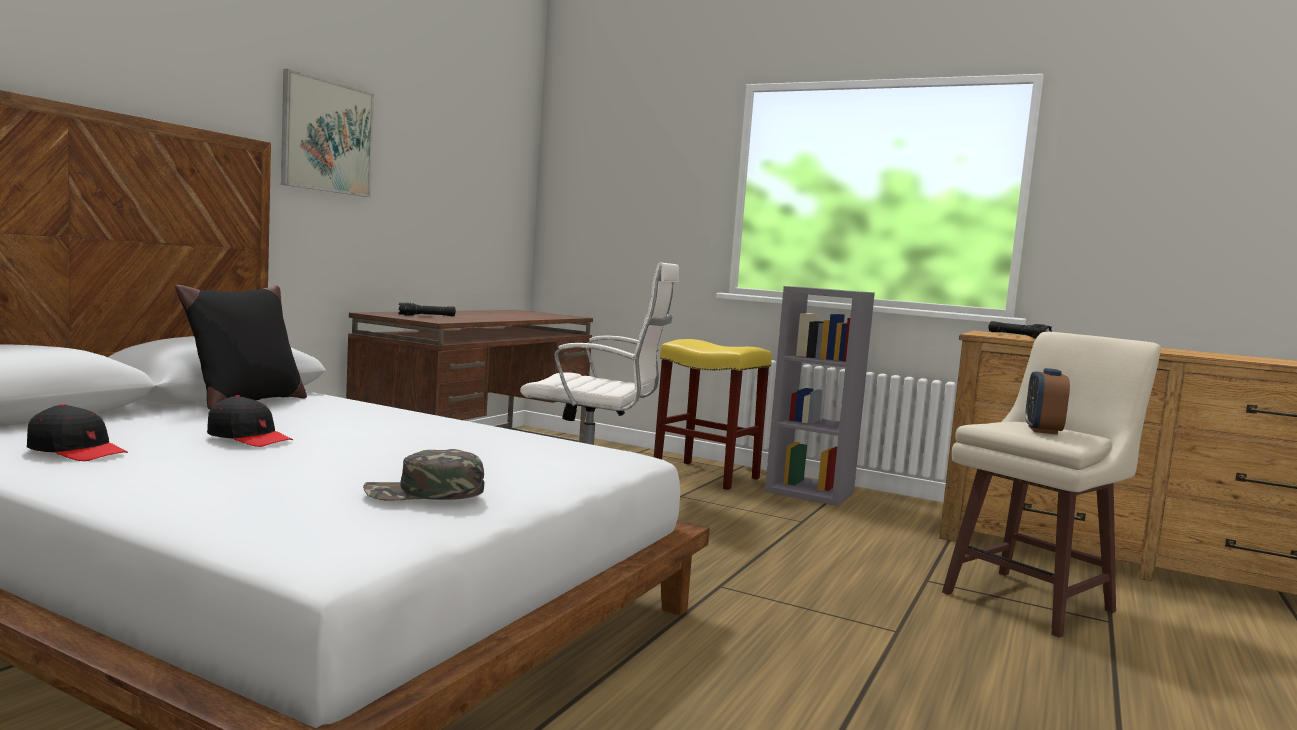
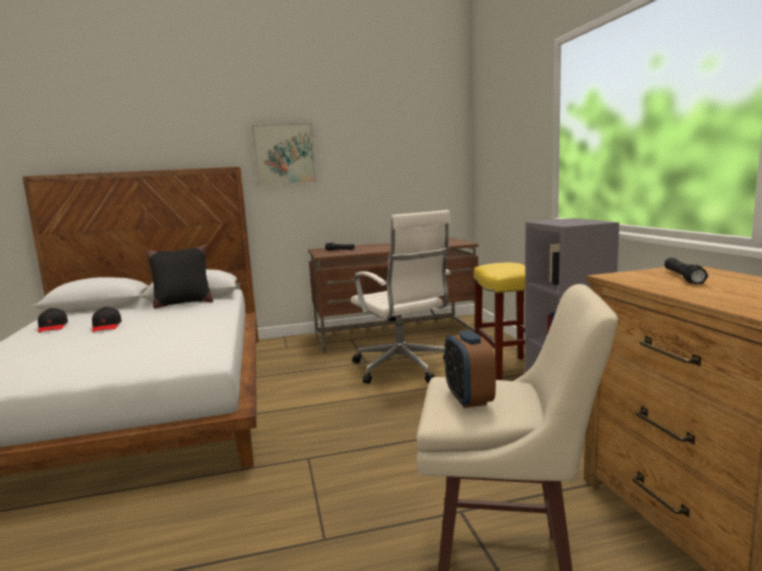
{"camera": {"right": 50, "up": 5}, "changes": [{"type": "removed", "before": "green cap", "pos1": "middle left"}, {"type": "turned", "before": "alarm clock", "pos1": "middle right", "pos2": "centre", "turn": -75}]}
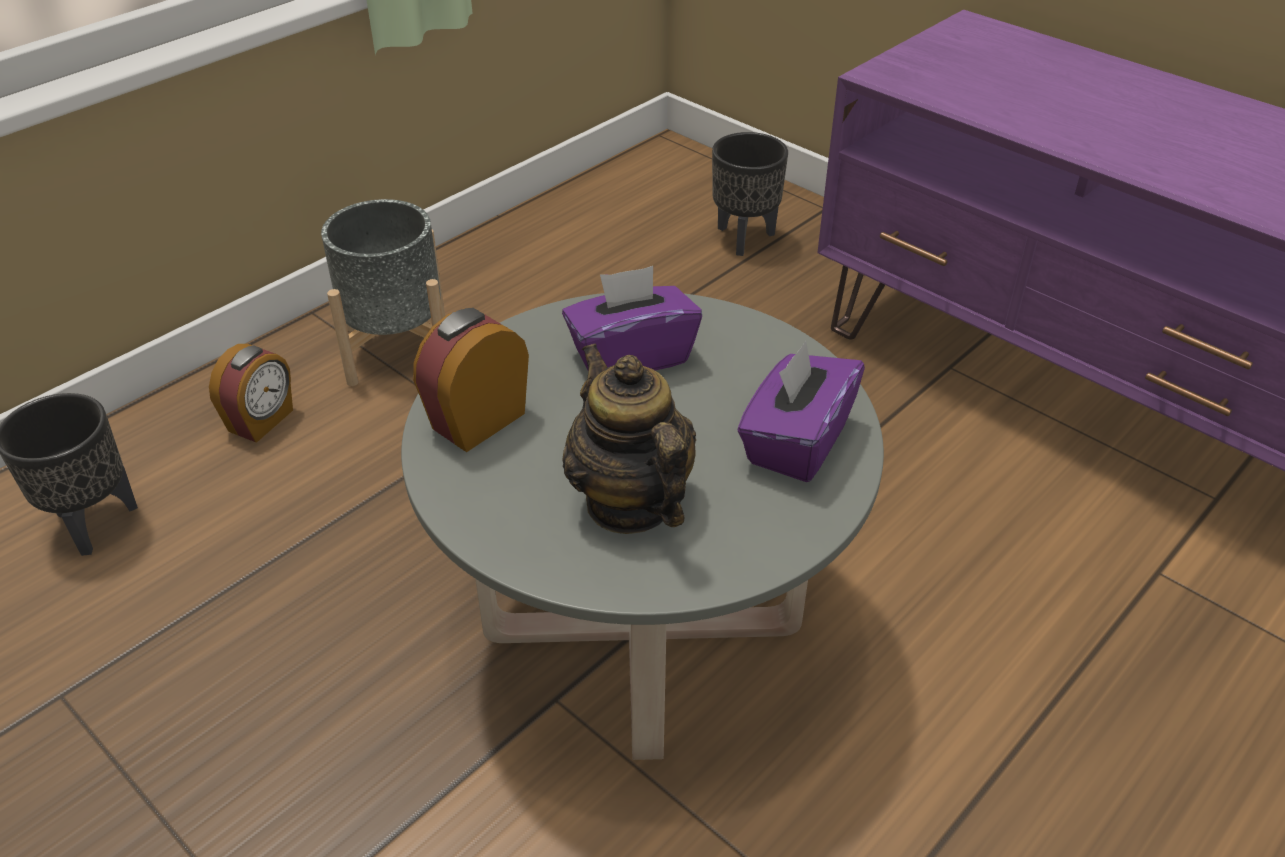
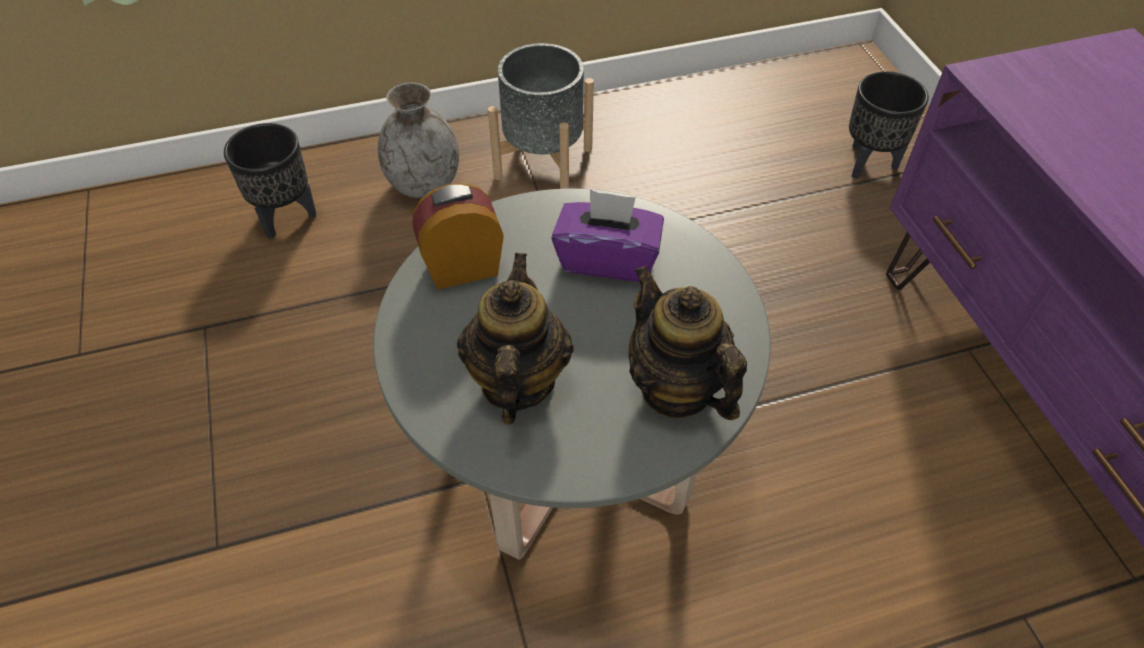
{"camera": {"right": 30, "up": 10}, "changes": [{"type": "replaced", "before": "alarm clock (1st from left)", "after": "gray decorative vase", "pos1": "middle left", "pos2": "top centre"}, {"type": "replaced", "before": "purple tissue holder (2nd from left)", "after": "teapot (2nd from left)", "pos1": "centre", "pos2": "centre"}]}
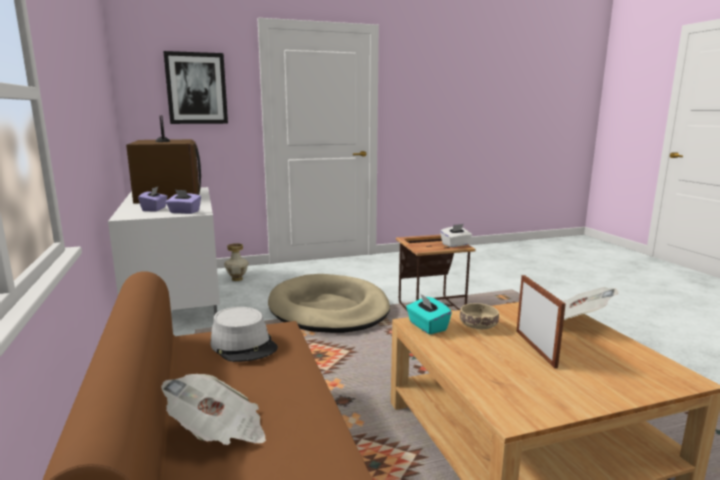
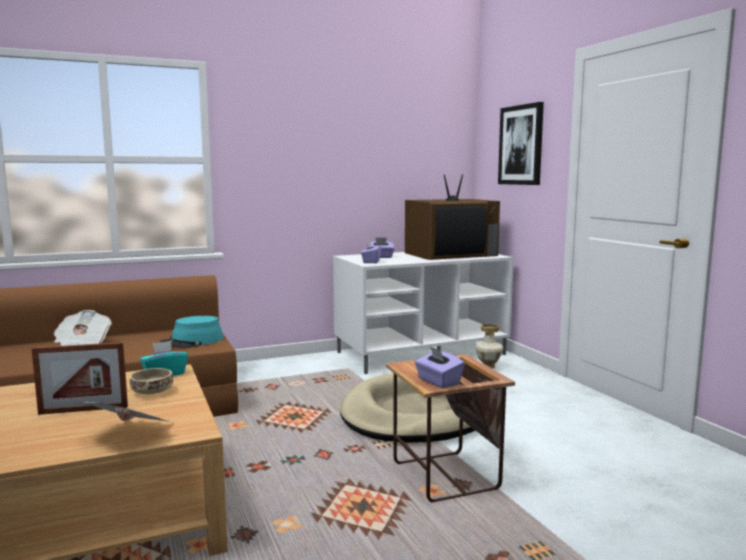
{"camera": {"right": 85, "up": -5}, "changes": [{"type": "recoloured", "before": "gray wearable hat", "after": "blue-green wearable hat", "pos1": "bottom centre", "pos2": "middle left"}, {"type": "recoloured", "before": "white tissue holder", "after": "purple tissue holder (3rd from left)", "pos1": "centre", "pos2": "centre"}]}
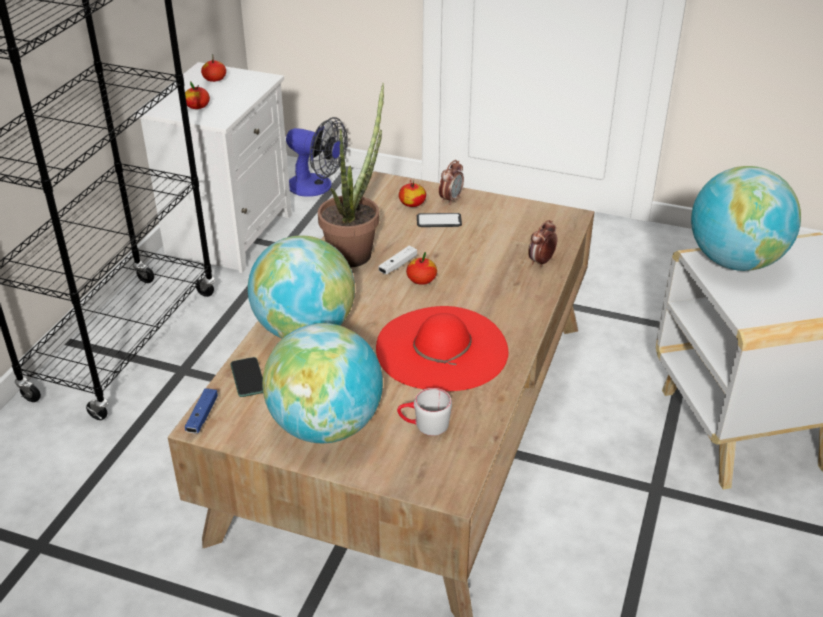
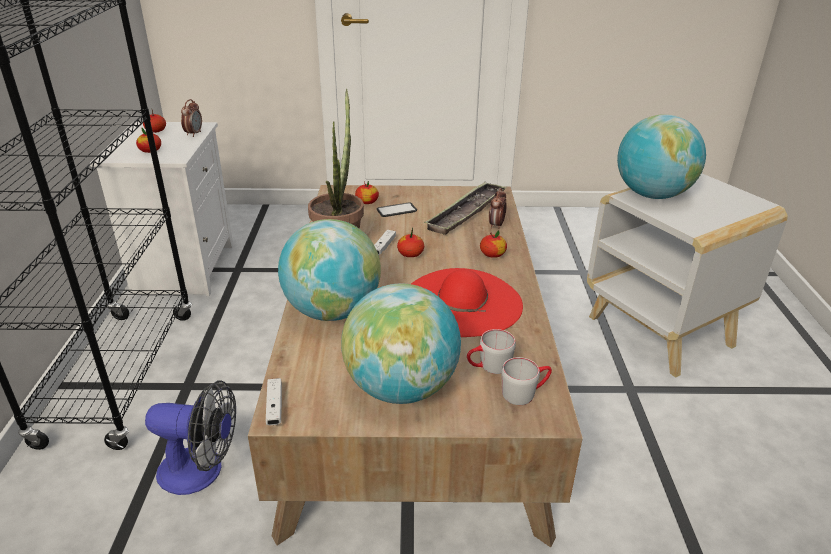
{"camera": {"right": -20, "up": -5}, "changes": [{"type": "recoloured", "before": "blue joypad", "after": "white joypad (1st from left)", "pos1": "middle left", "pos2": "bottom left"}, {"type": "removed", "before": "handset (1st from left)", "pos1": "middle left"}, {"type": "moved", "before": "electric fan", "pos1": "top centre", "pos2": "bottom left"}, {"type": "moved", "before": "alarm clock (1st from left)", "pos1": "top centre", "pos2": "top left"}, {"type": "added", "after": "serving tray", "pos2": "centre"}, {"type": "added", "after": "apple (5th from left)", "pos2": "centre"}, {"type": "added", "after": "gray mug (2nd from left)", "pos2": "bottom centre"}]}
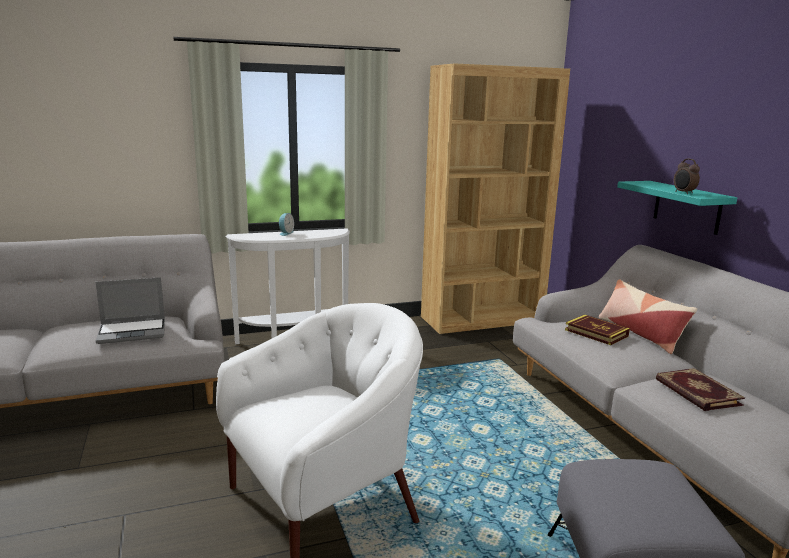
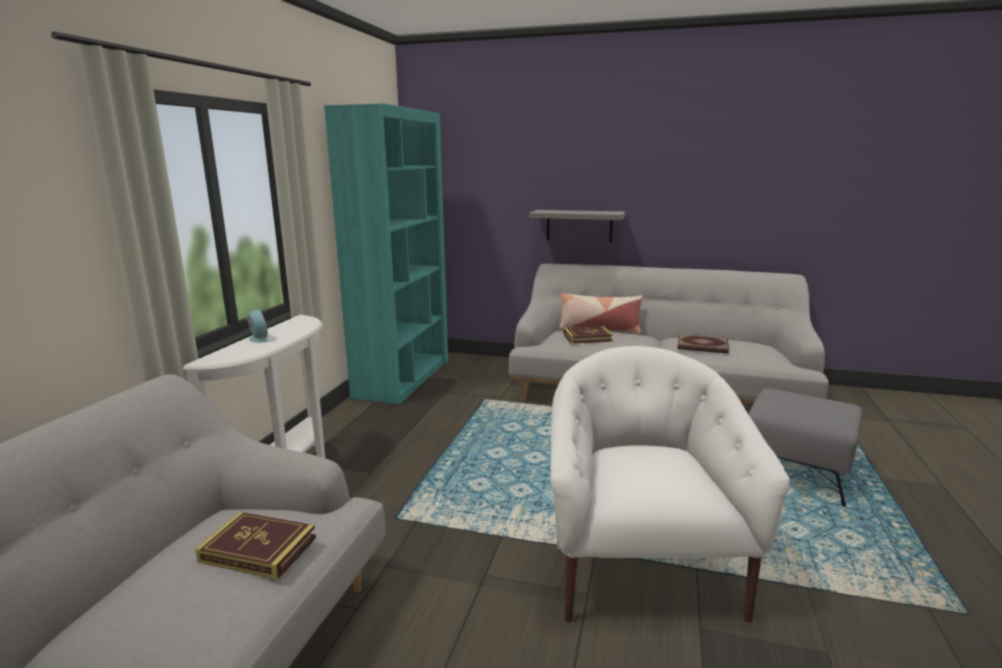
{"camera": {"right": -55, "up": 0}, "changes": [{"type": "replaced", "before": "notebook computer", "after": "volume (1st from left)", "pos1": "middle left", "pos2": "bottom left"}, {"type": "recoloured", "before": "brown bookshelf", "after": "blue-green bookshelf", "pos1": "centre", "pos2": "centre"}, {"type": "recoloured", "before": "blue-green shelf", "after": "gray shelf", "pos1": "middle right", "pos2": "centre"}, {"type": "removed", "before": "alarm clock (2nd from left)", "pos1": "top right"}]}
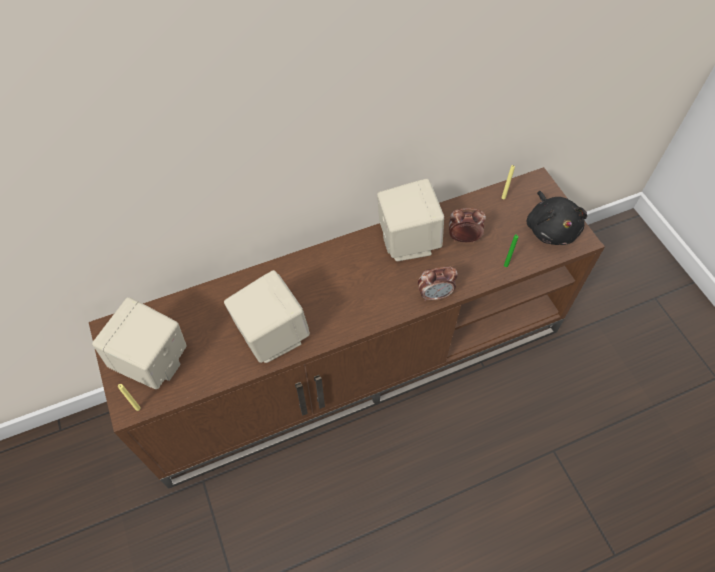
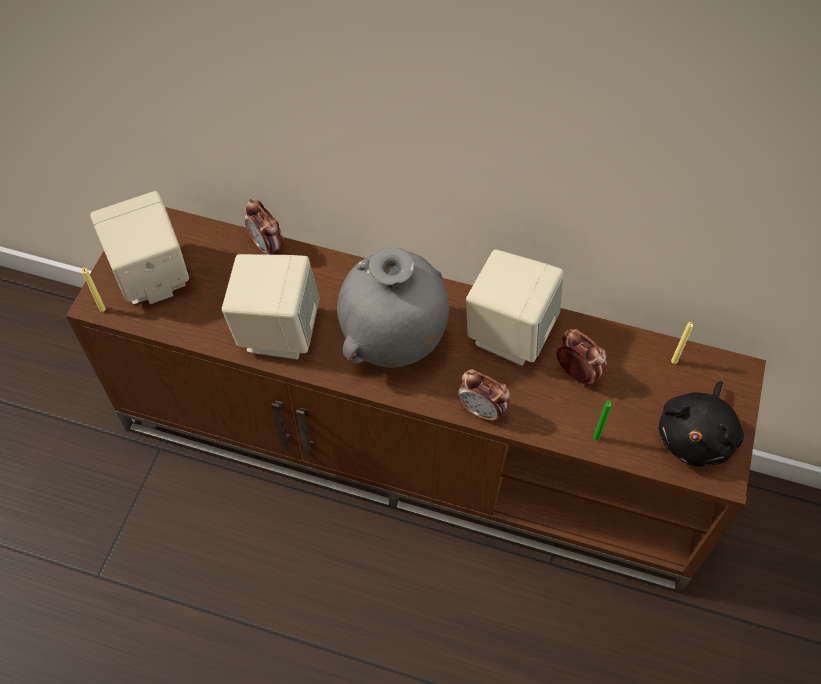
{"camera": {"right": 40, "up": 0}, "changes": [{"type": "added", "after": "alarm clock (1st from left)", "pos2": "top left"}, {"type": "added", "after": "gray decorative vase", "pos2": "centre"}]}
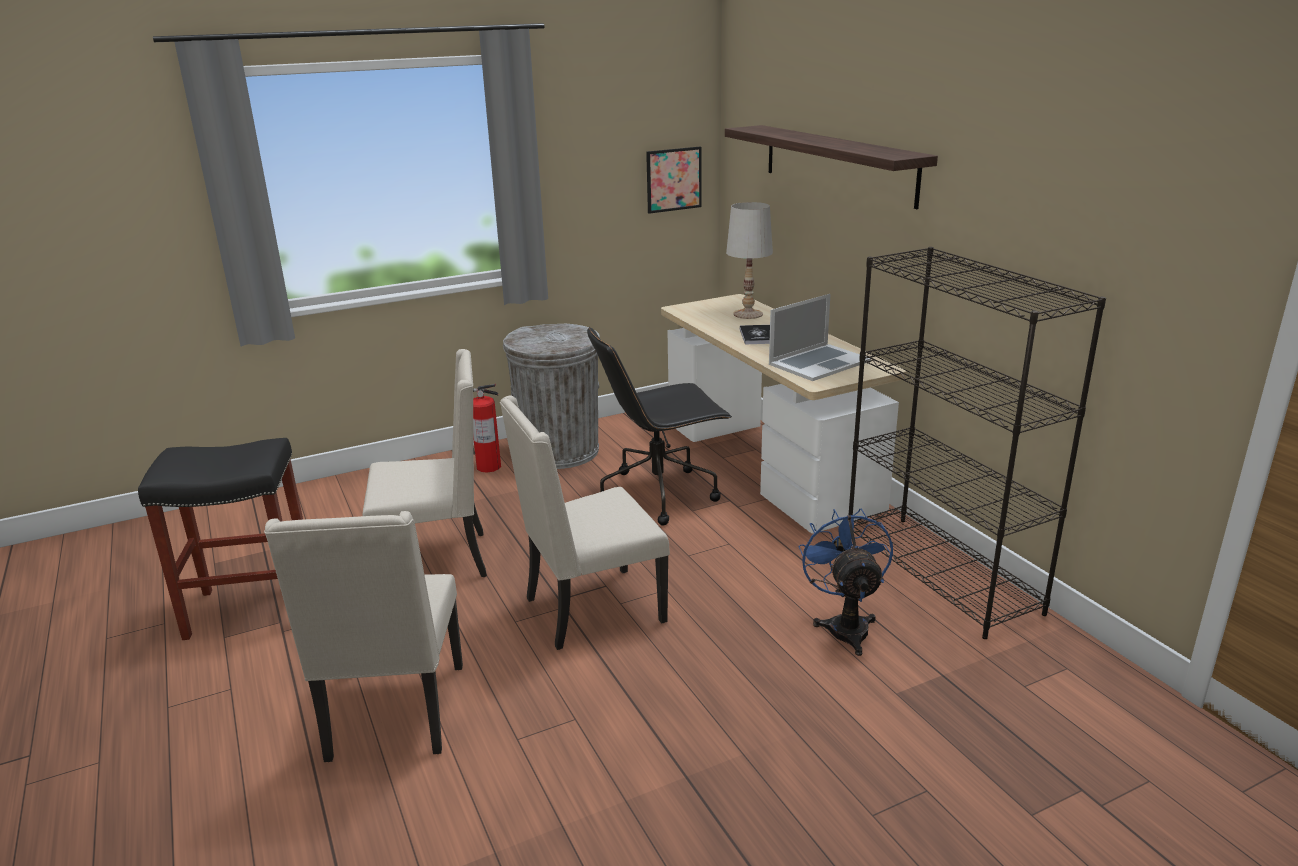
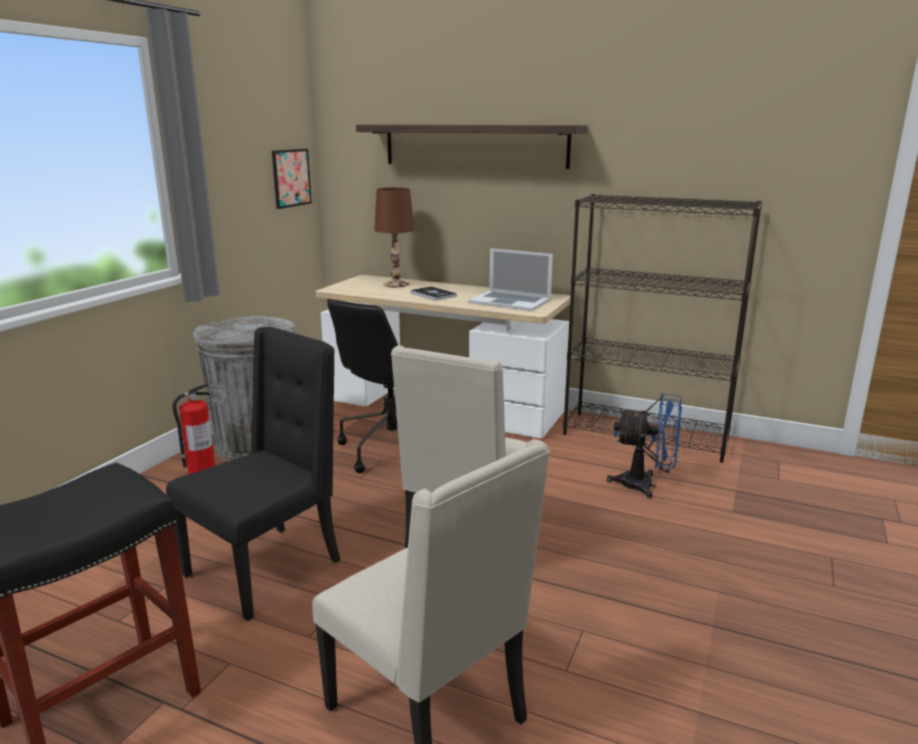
{"camera": {"right": -40, "up": -5}, "changes": [{"type": "recoloured", "before": "beige chair (2nd from left)", "after": "black-coloured chair", "pos1": "middle left", "pos2": "middle left"}, {"type": "recoloured", "before": "white table lamp", "after": "brown table lamp", "pos1": "top centre", "pos2": "top centre"}, {"type": "turned", "before": "notebook computer", "pos1": "centre", "pos2": "centre", "turn": 105}, {"type": "turned", "before": "blue electric fan", "pos1": "bottom centre", "pos2": "middle right", "turn": 150}]}
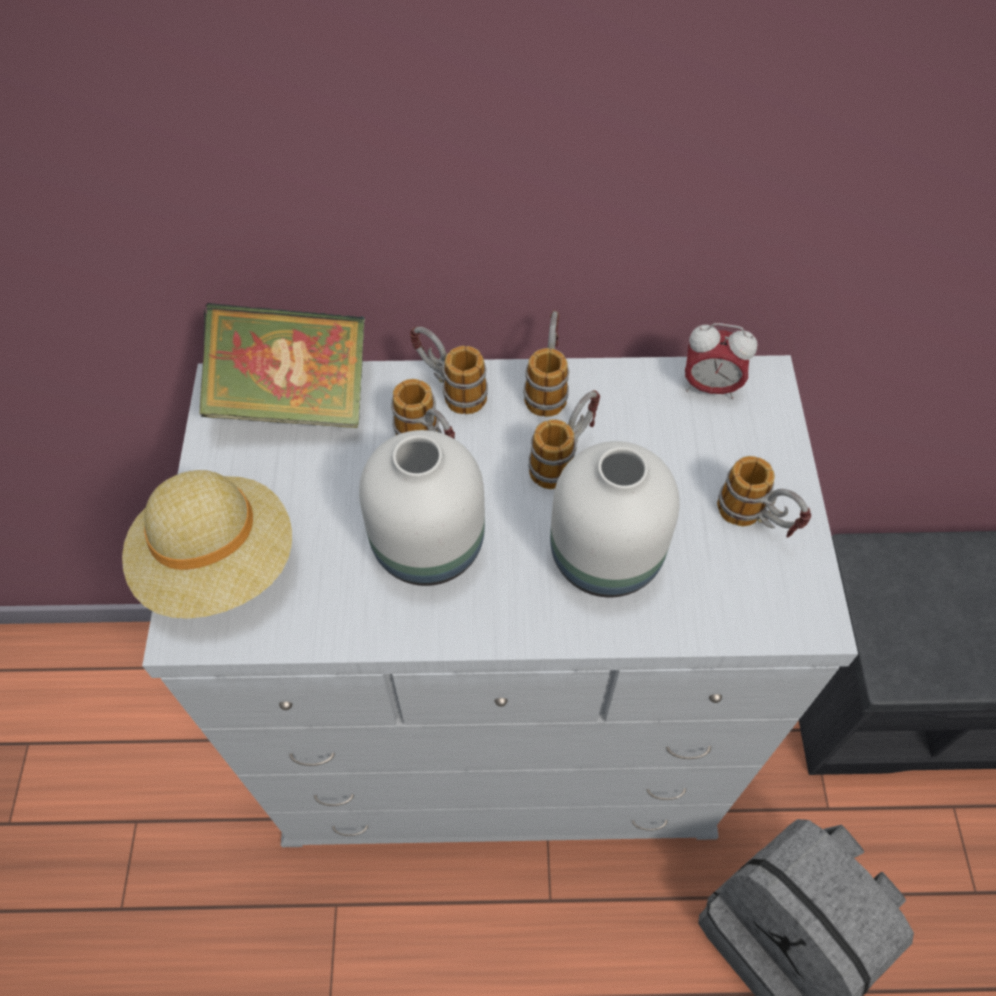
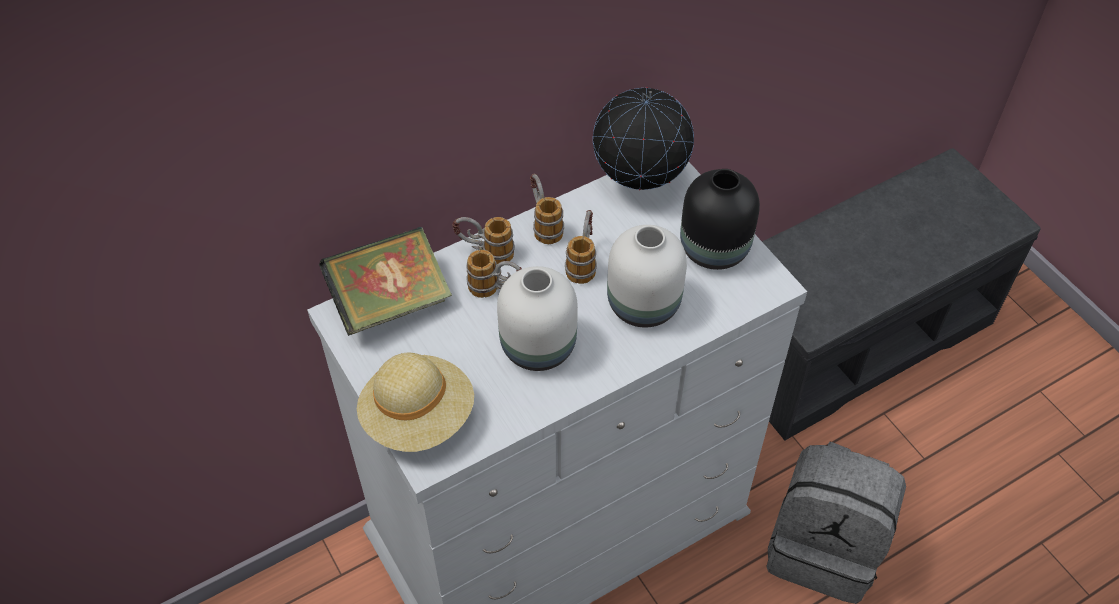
{"camera": {"right": -30, "up": -5}, "changes": [{"type": "replaced", "before": "alarm clock", "after": "desk globe", "pos1": "middle right", "pos2": "top centre"}, {"type": "replaced", "before": "mug (5th from left)", "after": "black-coloured decorative vase", "pos1": "middle right", "pos2": "centre"}]}
